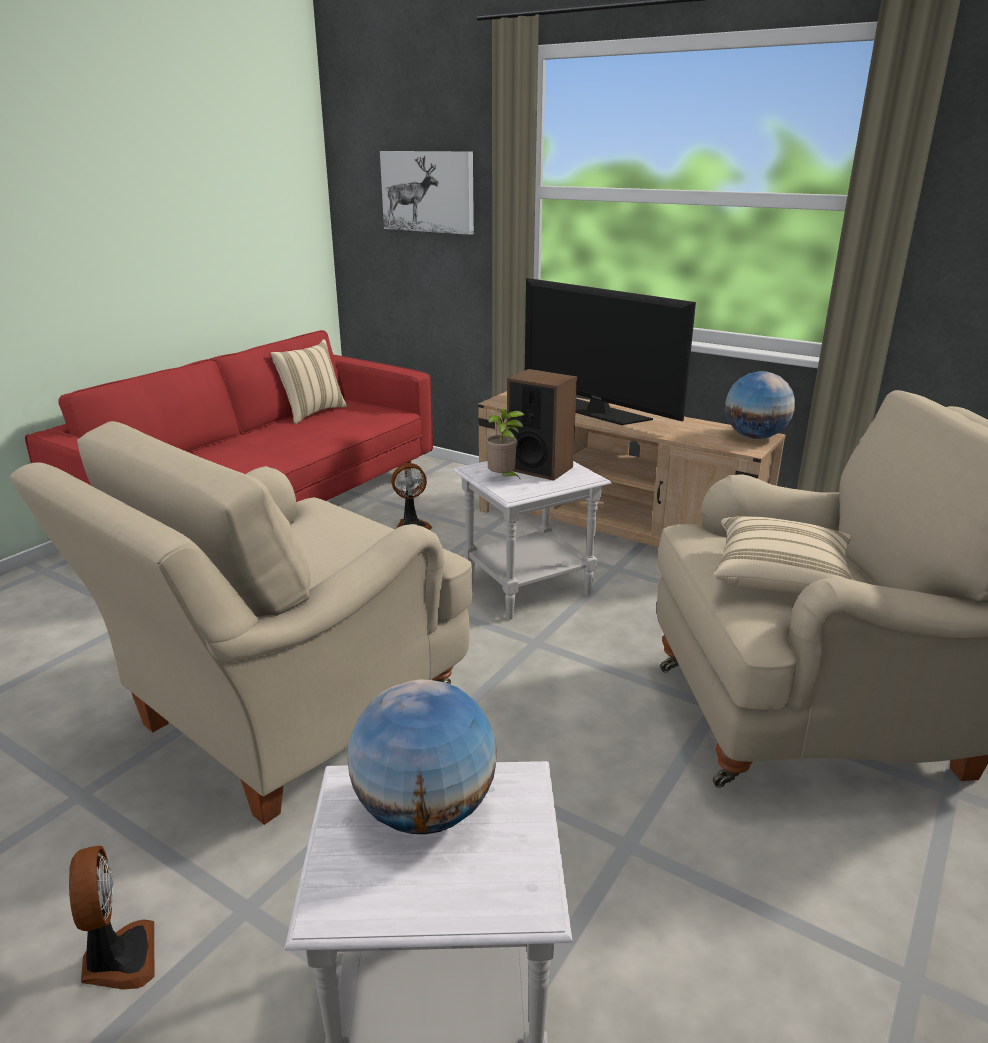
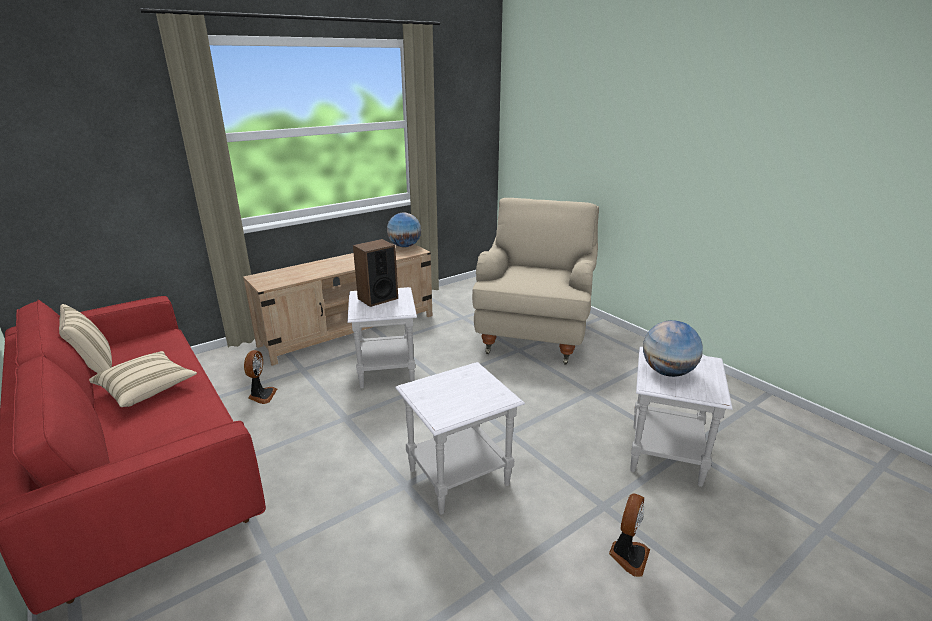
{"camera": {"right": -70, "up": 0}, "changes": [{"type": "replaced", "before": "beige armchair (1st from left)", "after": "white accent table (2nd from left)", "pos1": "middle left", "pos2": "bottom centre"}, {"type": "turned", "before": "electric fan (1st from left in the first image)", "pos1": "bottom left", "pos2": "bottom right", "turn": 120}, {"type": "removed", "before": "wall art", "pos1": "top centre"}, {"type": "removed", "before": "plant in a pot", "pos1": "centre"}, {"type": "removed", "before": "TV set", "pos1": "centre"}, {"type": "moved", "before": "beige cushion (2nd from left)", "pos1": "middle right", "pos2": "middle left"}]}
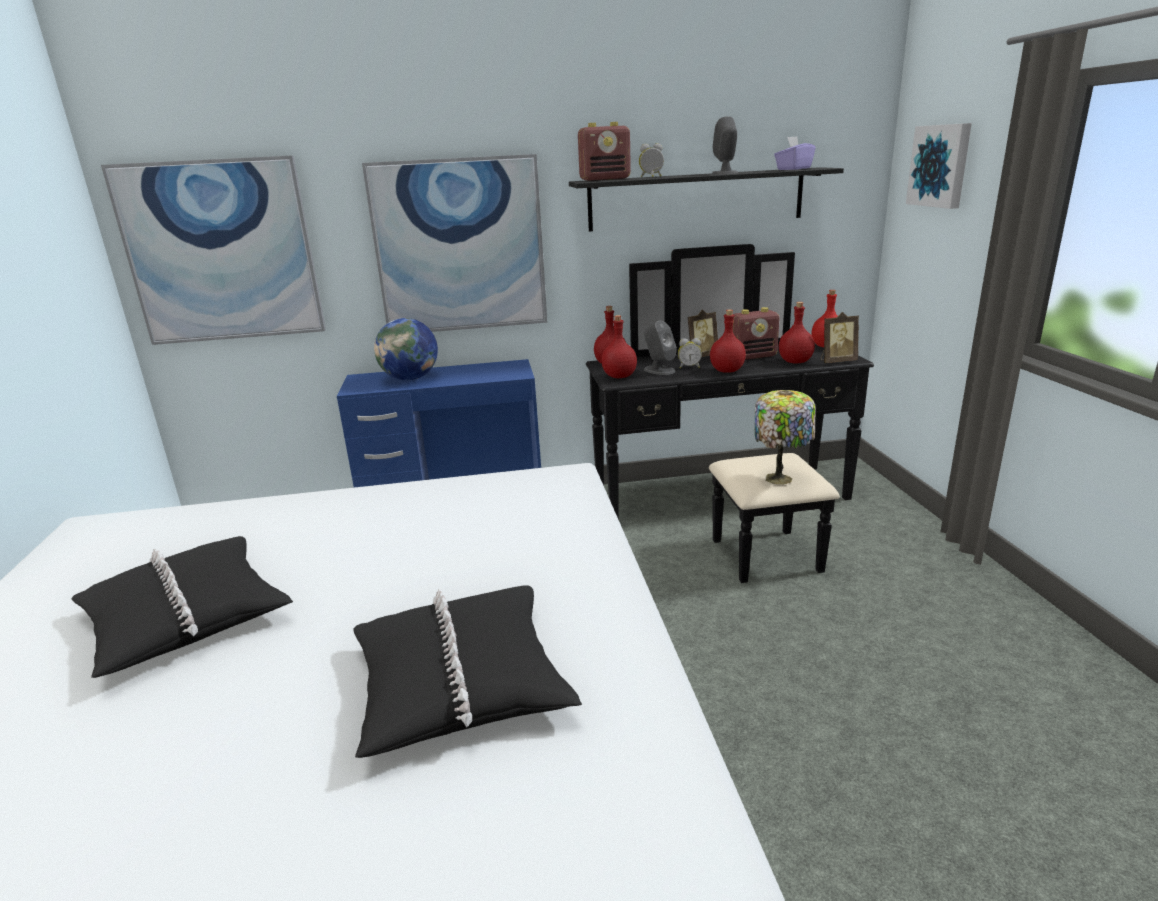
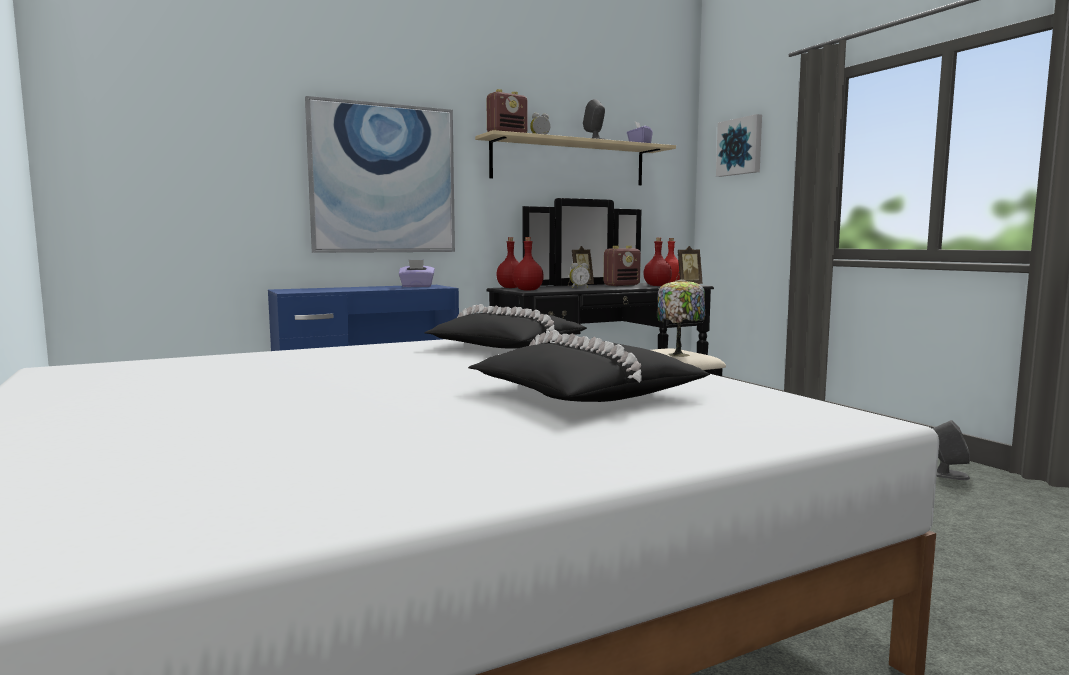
{"camera": {"right": -20, "up": -15}, "changes": [{"type": "moved", "before": "black-coloured cushion (1st from left)", "pos1": "bottom left", "pos2": "centre"}, {"type": "removed", "before": "wall art (1st from left)", "pos1": "top left"}, {"type": "removed", "before": "desk globe", "pos1": "centre"}, {"type": "recoloured", "before": "black-coloured shelf", "after": "beige shelf", "pos1": "top centre", "pos2": "top centre"}, {"type": "moved", "before": "gray loudspeaker (1st from left in the first image)", "after": "gray loudspeaker (2nd from left)", "pos1": "centre", "pos2": "bottom right"}, {"type": "removed", "before": "red-coloured bottle (3rd from left)", "pos1": "centre"}, {"type": "added", "after": "purple tissue holder (1st from left)", "pos2": "centre"}]}
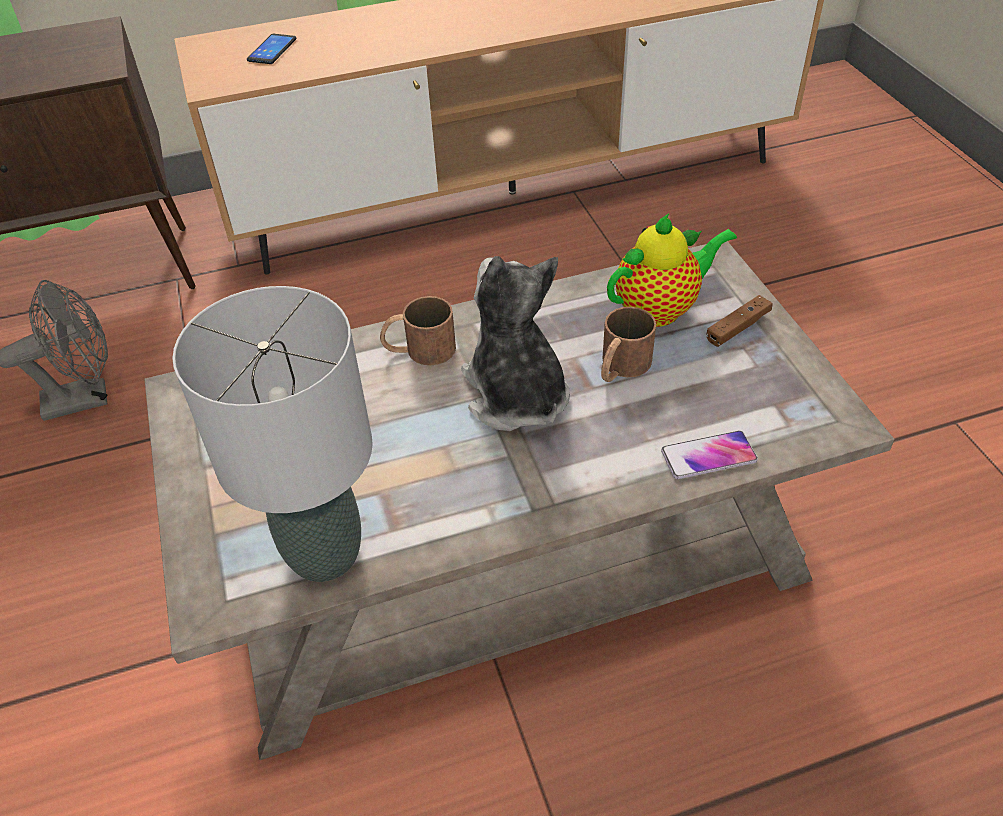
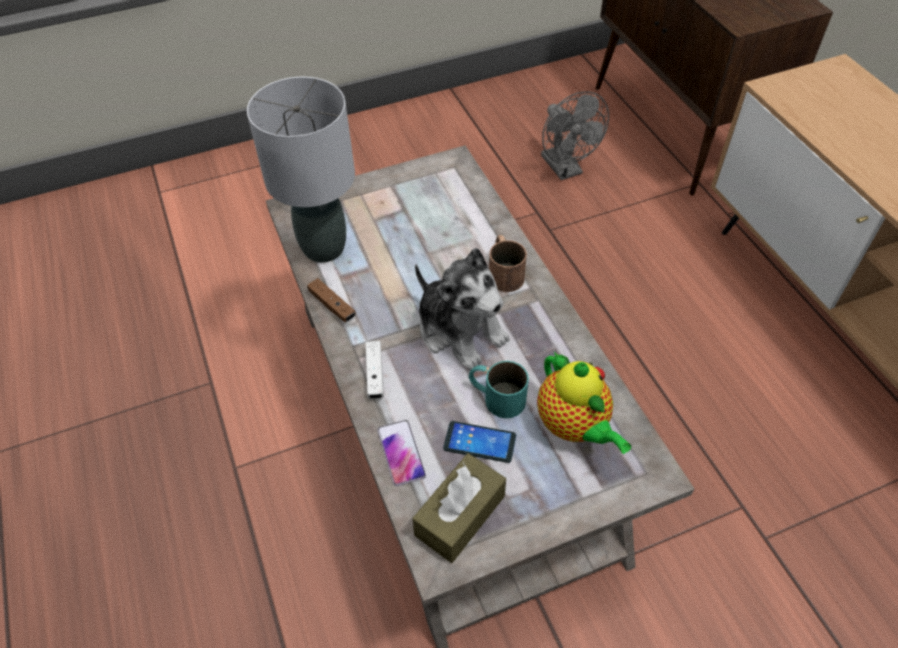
{"camera": {"right": 85, "up": 5}, "changes": [{"type": "moved", "before": "handset (1st from left in the first image)", "after": "handset (2nd from left)", "pos1": "top left", "pos2": "bottom centre"}, {"type": "turned", "before": "soft toy", "pos1": "centre", "pos2": "centre", "turn": 75}, {"type": "recoloured", "before": "brown mug (2nd from left)", "after": "blue-green mug", "pos1": "centre", "pos2": "centre"}, {"type": "moved", "before": "brown joypad", "pos1": "middle right", "pos2": "centre"}, {"type": "added", "after": "white joypad", "pos2": "centre"}, {"type": "added", "after": "brown tissue holder", "pos2": "bottom centre"}]}
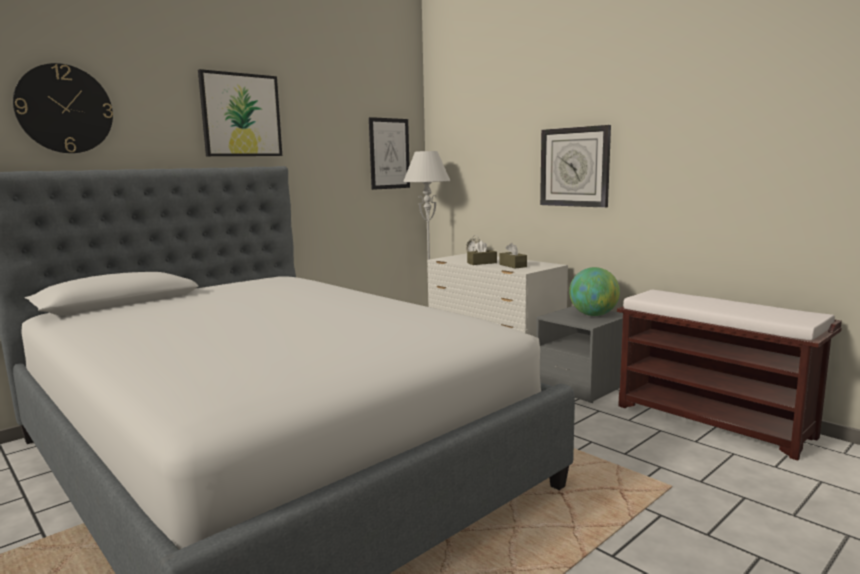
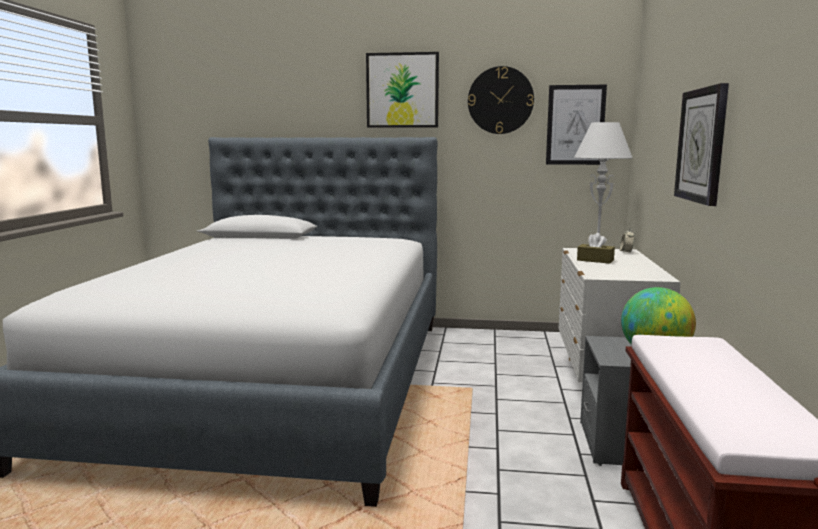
{"camera": {"right": 50, "up": 0}, "changes": [{"type": "moved", "before": "wall clock (1st from left)", "pos1": "top left", "pos2": "top centre"}, {"type": "removed", "before": "brown tissue holder (2nd from left)", "pos1": "centre"}]}
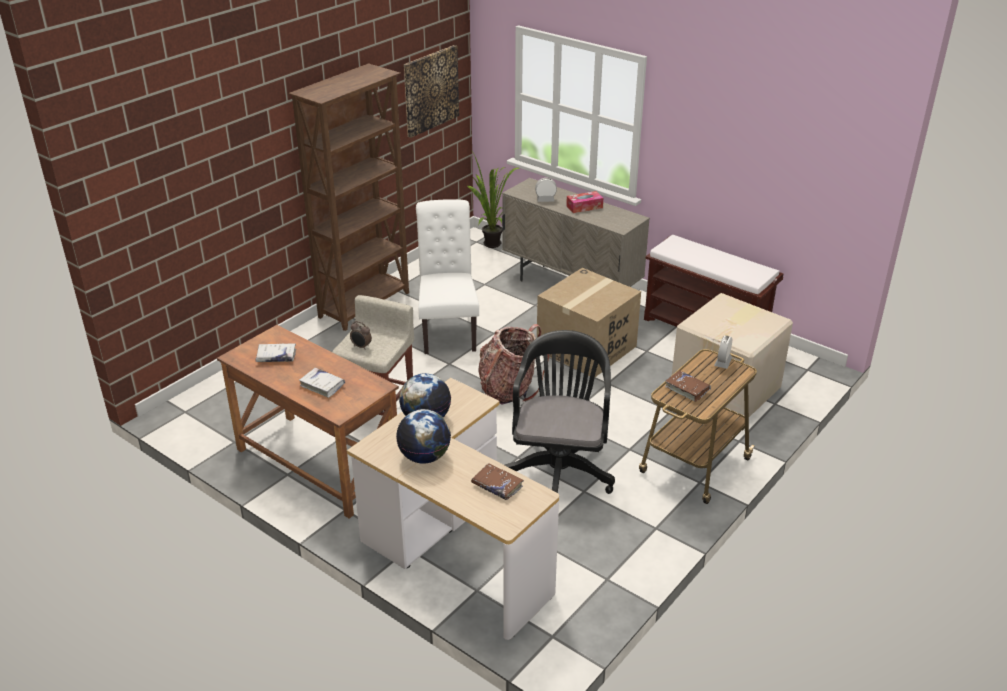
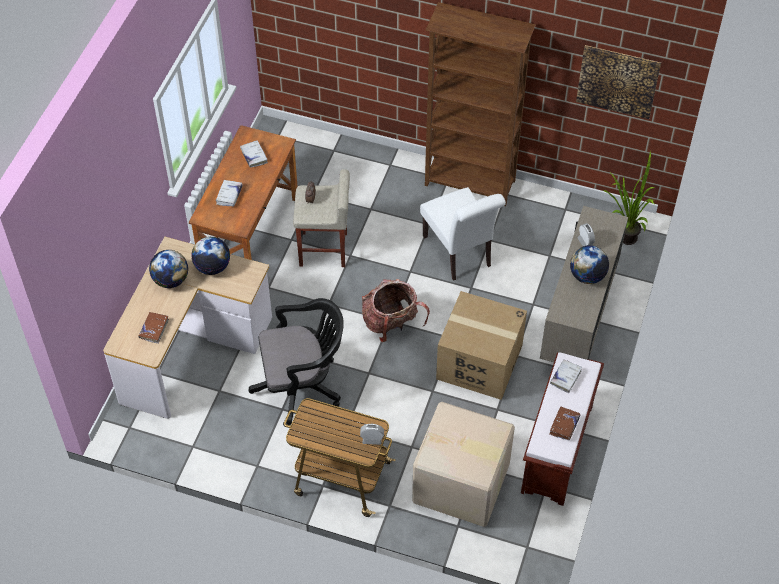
{"camera": {"right": 70, "up": 20}, "changes": [{"type": "turned", "before": "white chair", "pos1": "centre", "pos2": "centre", "turn": 90}, {"type": "replaced", "before": "tissue holder", "after": "desk globe (3rd from left)", "pos1": "top centre", "pos2": "middle right"}, {"type": "moved", "before": "brown volume (2nd from left)", "pos1": "middle right", "pos2": "bottom right"}, {"type": "added", "after": "white volume (3rd from left)", "pos2": "middle right"}]}
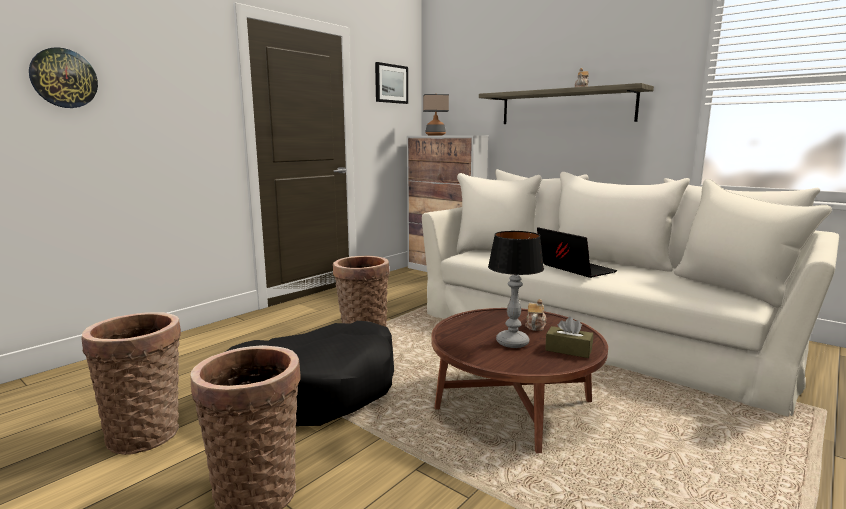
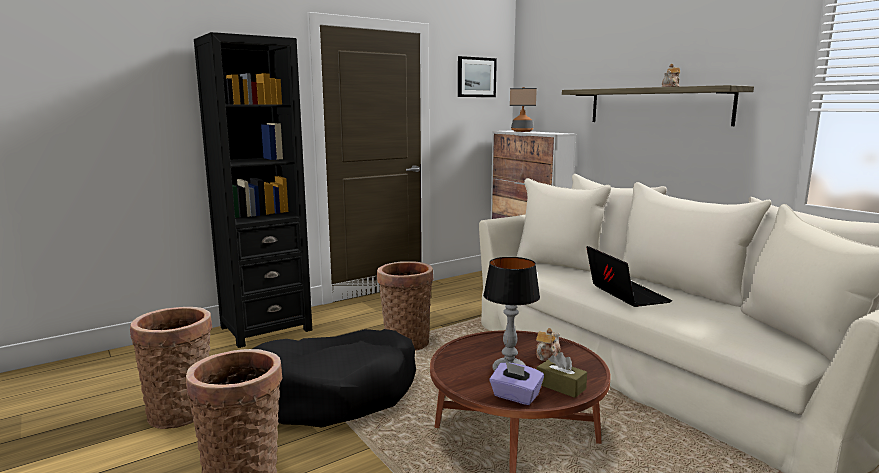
{"camera": {"right": 15, "up": 0}, "changes": [{"type": "removed", "before": "wall clock", "pos1": "top left"}, {"type": "added", "after": "black-coloured bookshelf", "pos2": "middle left"}, {"type": "added", "after": "purple tissue holder", "pos2": "bottom centre"}]}
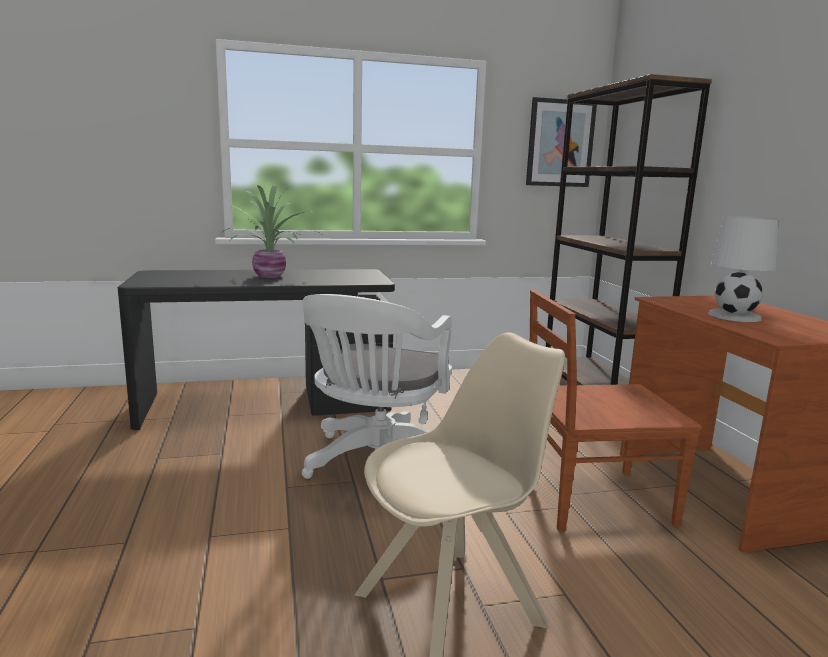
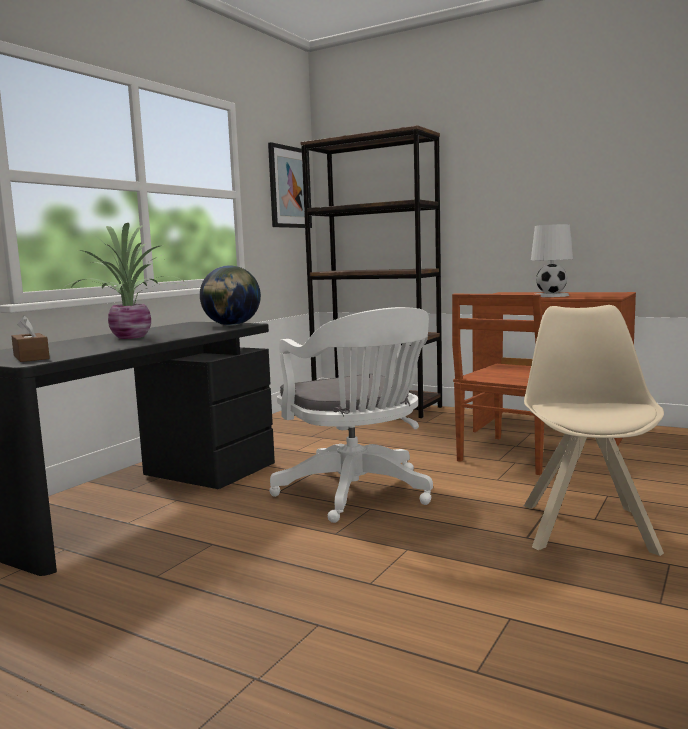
{"camera": {"right": -45, "up": -5}, "changes": [{"type": "added", "after": "brown tissue holder", "pos2": "middle left"}, {"type": "added", "after": "desk globe", "pos2": "centre"}]}
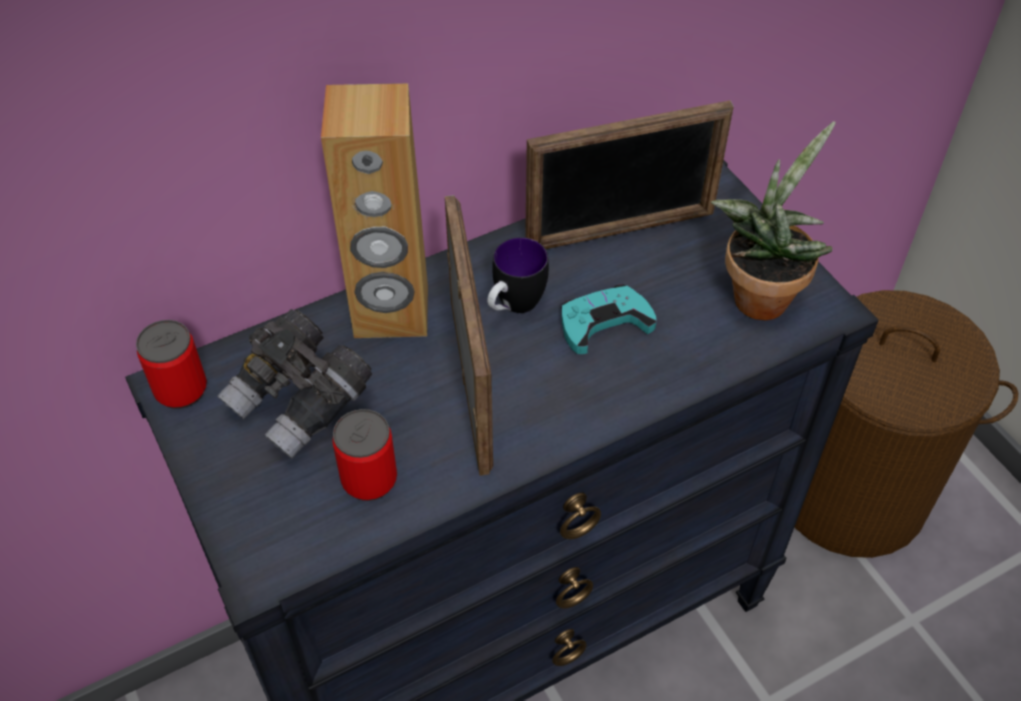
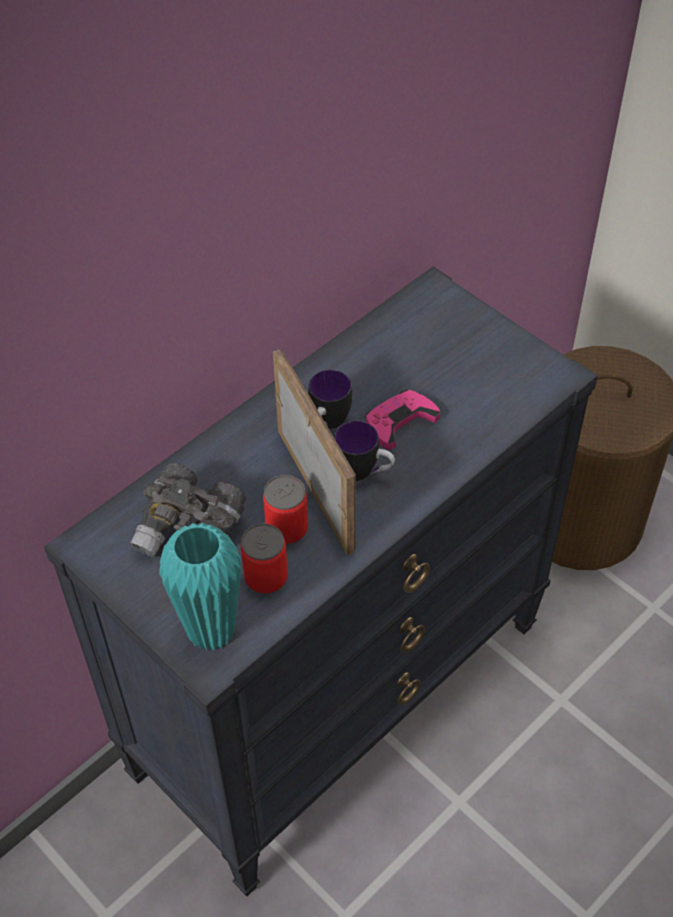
{"camera": {"right": -15, "up": 0}, "changes": [{"type": "moved", "before": "can (1st from left in the first image)", "after": "can (2nd from left)", "pos1": "middle left", "pos2": "centre"}, {"type": "removed", "before": "brown loudspeaker", "pos1": "top centre"}, {"type": "removed", "before": "photo frame (2nd from left)", "pos1": "top centre"}, {"type": "recoloured", "before": "blue-green joypad", "after": "pinkish joypad", "pos1": "centre", "pos2": "centre"}, {"type": "removed", "before": "plant in a pot", "pos1": "top right"}, {"type": "added", "after": "blue-green decorative vase", "pos2": "middle left"}, {"type": "added", "after": "mug (2nd from left)", "pos2": "centre"}]}
